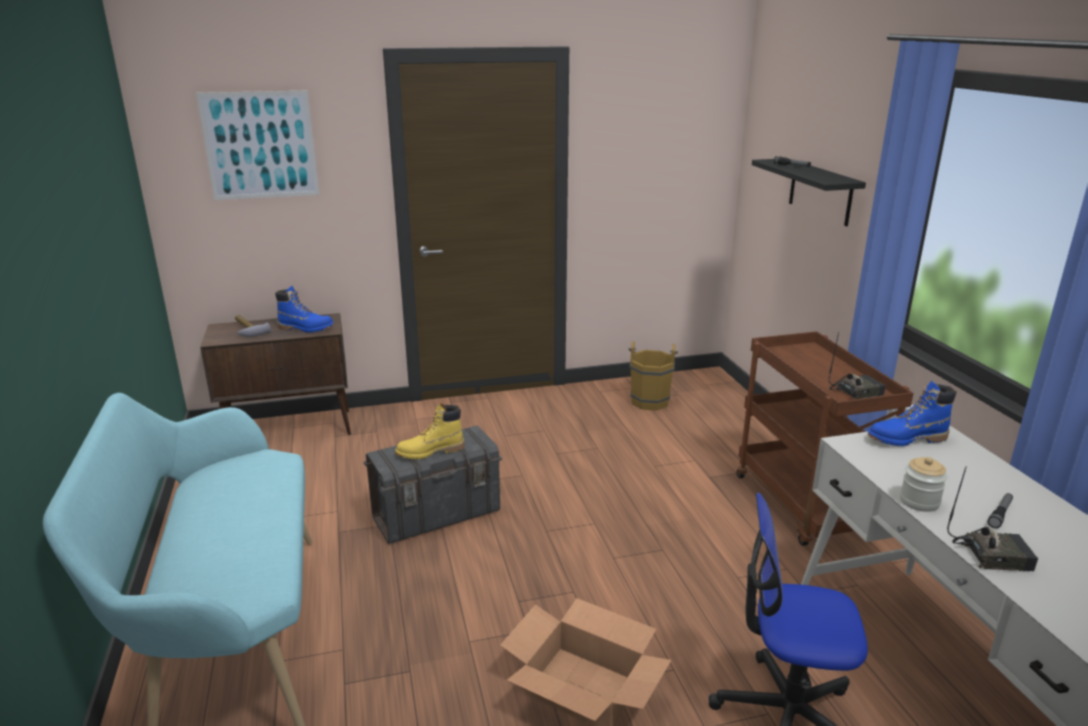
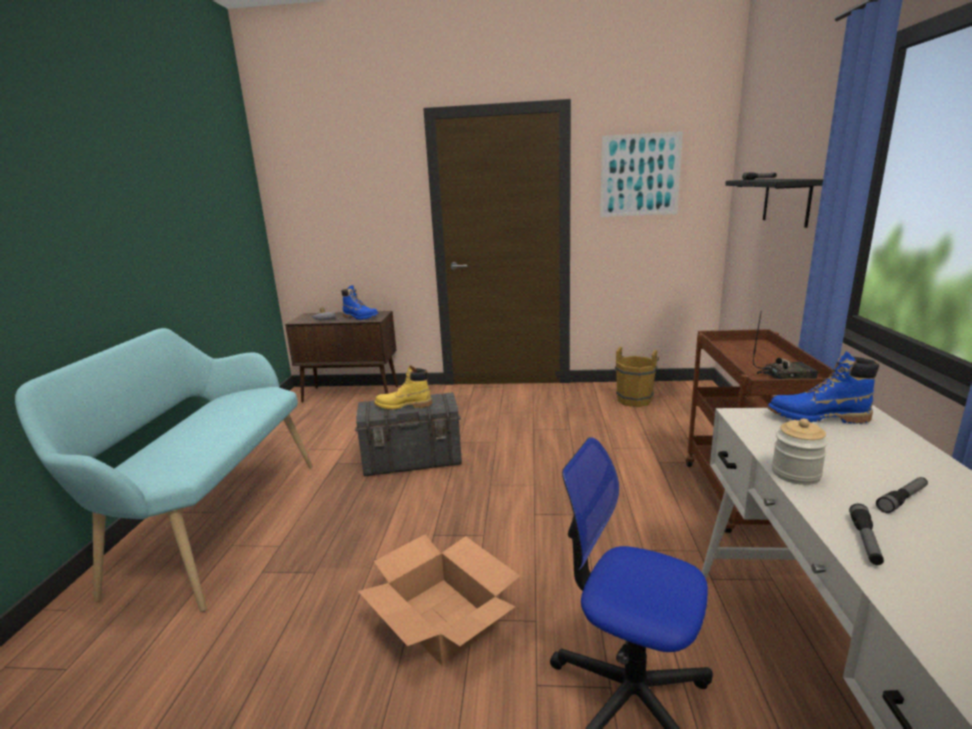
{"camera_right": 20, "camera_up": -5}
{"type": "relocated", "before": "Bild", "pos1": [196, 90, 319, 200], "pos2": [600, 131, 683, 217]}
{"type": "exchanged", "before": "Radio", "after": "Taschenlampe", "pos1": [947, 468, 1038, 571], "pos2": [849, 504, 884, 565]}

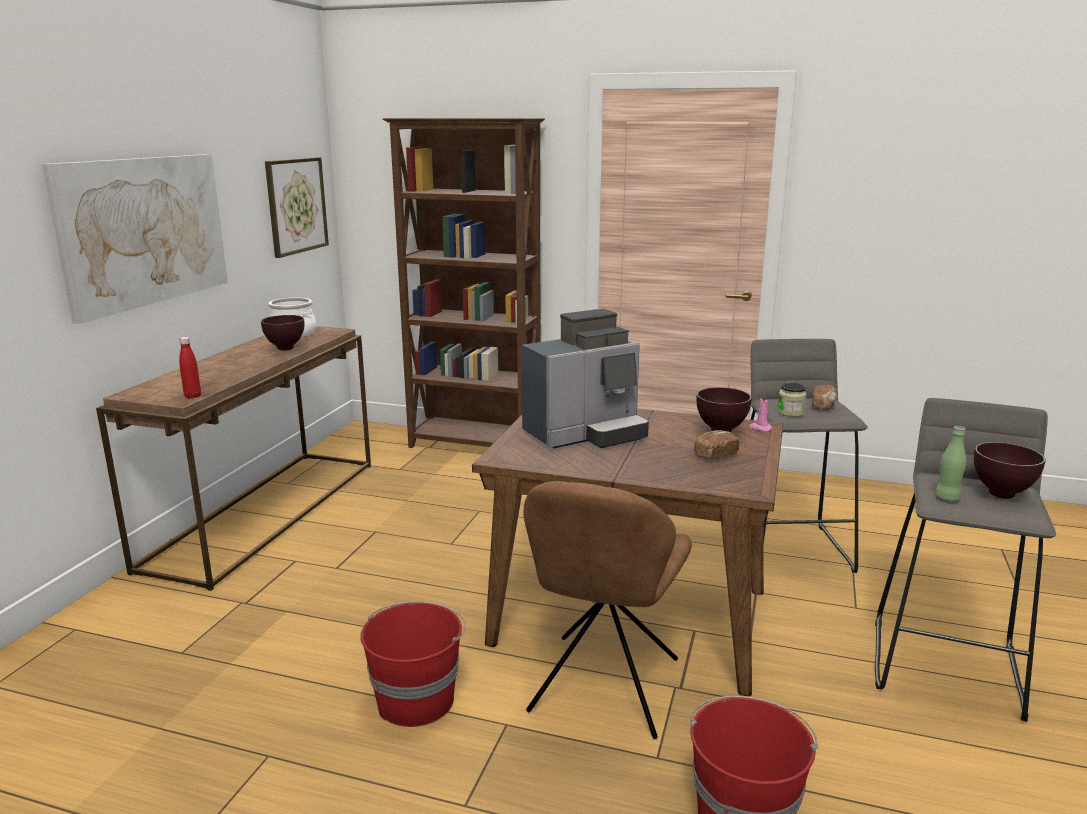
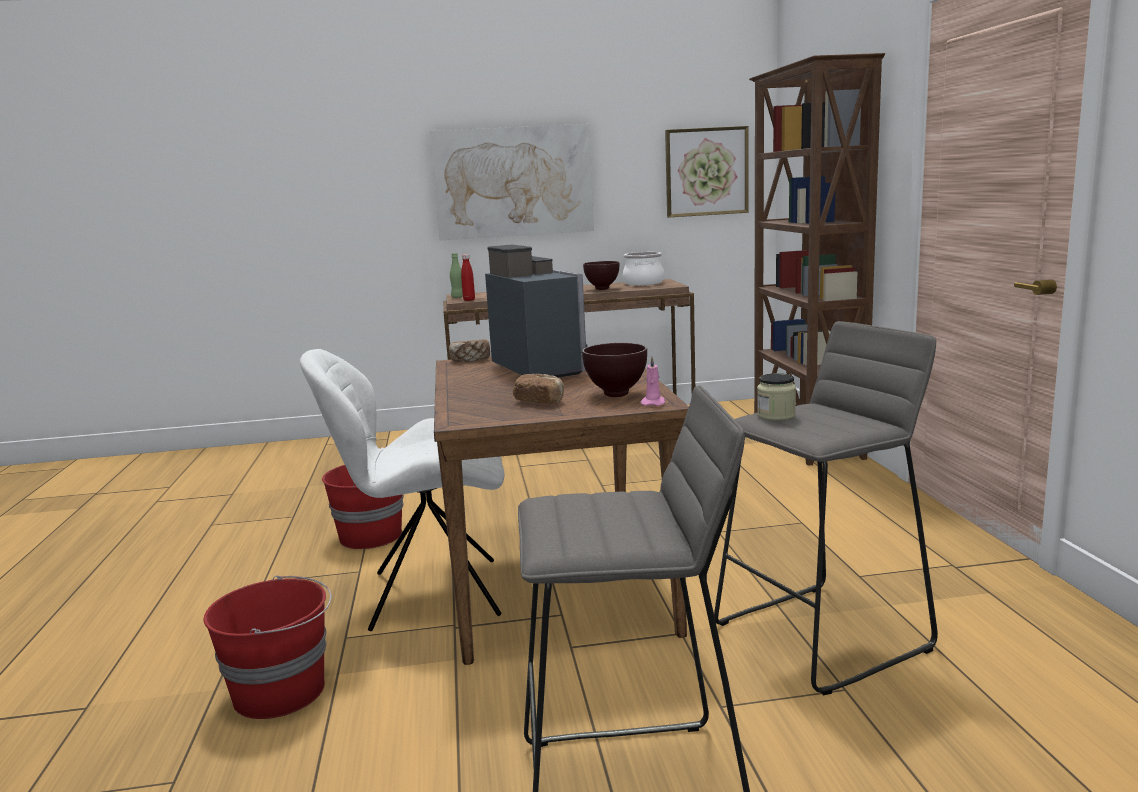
{"camera_right": 65, "camera_up": -5}
{"type": "spun", "before": "Kaffeemaschine", "pos1": [521, 309, 649, 448], "pos2": [485, 245, 587, 378], "turn": -150}
{"type": "relocated", "before": "Brot", "pos1": [812, 385, 838, 411], "pos2": [449, 339, 490, 362]}
{"type": "relocated", "before": "Flasche [grün]", "pos1": [935, 426, 966, 501], "pos2": [450, 253, 463, 298]}
{"type": "missing", "before": "Schüssel [braun]", "pos1": [974, 442, 1046, 499]}
{"type": "colour", "before": "Stuhl [braun]", "after": "Stuhl [weiß]", "pos1": [523, 481, 692, 739], "pos2": [300, 349, 504, 631]}

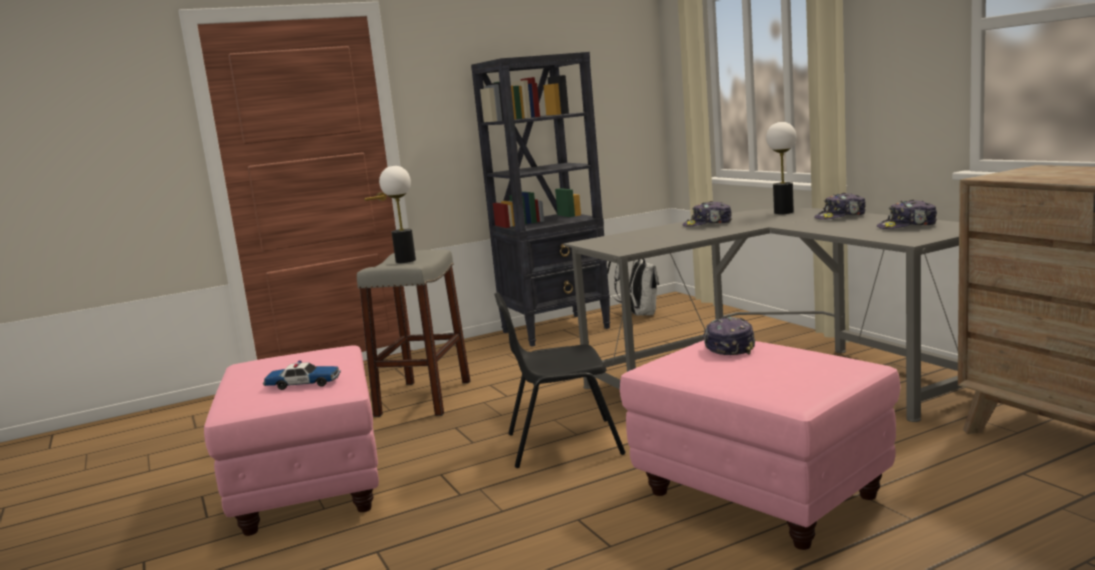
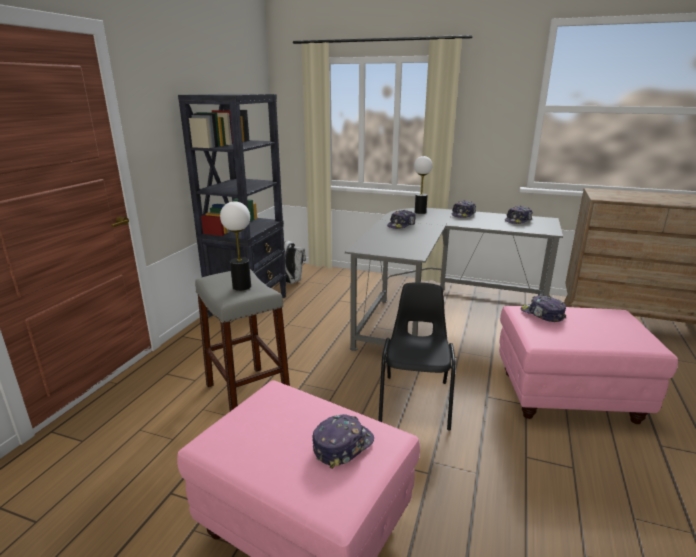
{"camera_right": -45, "camera_up": 10}
{"type": "spun", "before": "Stuhl [schwarz]", "pos1": [495, 292, 625, 468], "pos2": [378, 282, 456, 431], "turn": 150}
{"type": "exchanged", "before": "Spielzeugauto", "after": "Kappe", "pos1": [263, 360, 341, 390], "pos2": [312, 414, 374, 469]}

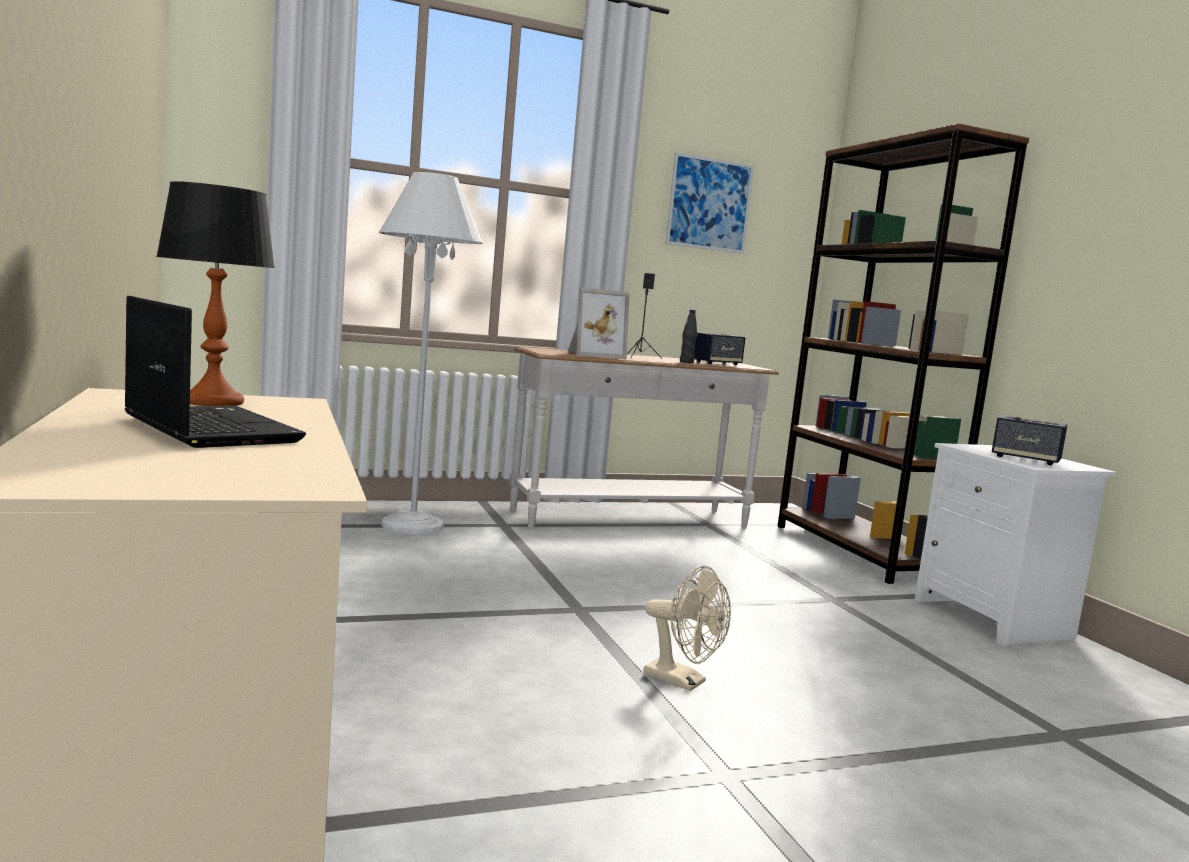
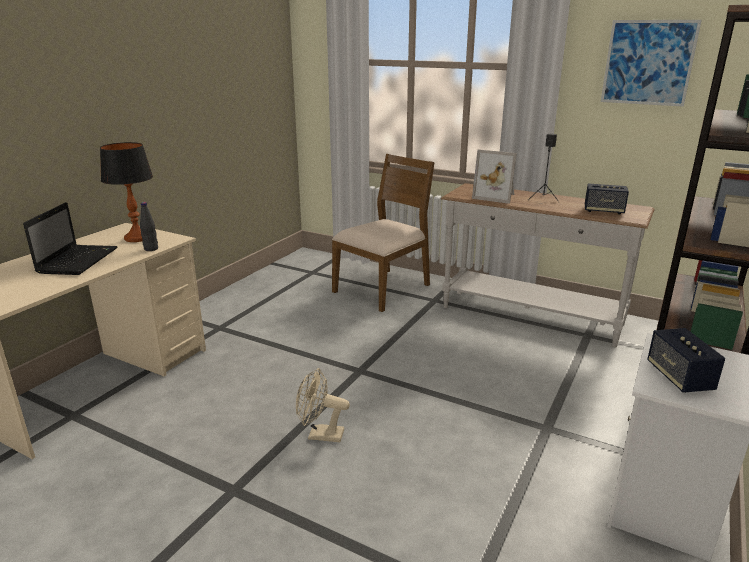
{"camera_right": 50, "camera_up": 15}
{"type": "exchanged", "before": "Stehlampe [weiß]", "after": "Stuhl [braun]", "pos1": [378, 172, 483, 534], "pos2": [332, 154, 435, 312]}
{"type": "relocated", "before": "Flasche [schwarz]", "pos1": [680, 310, 697, 363], "pos2": [140, 202, 158, 251]}
{"type": "spun", "before": "Ventilator [beige]", "pos1": [643, 565, 731, 691], "pos2": [296, 368, 350, 442], "turn": 105}

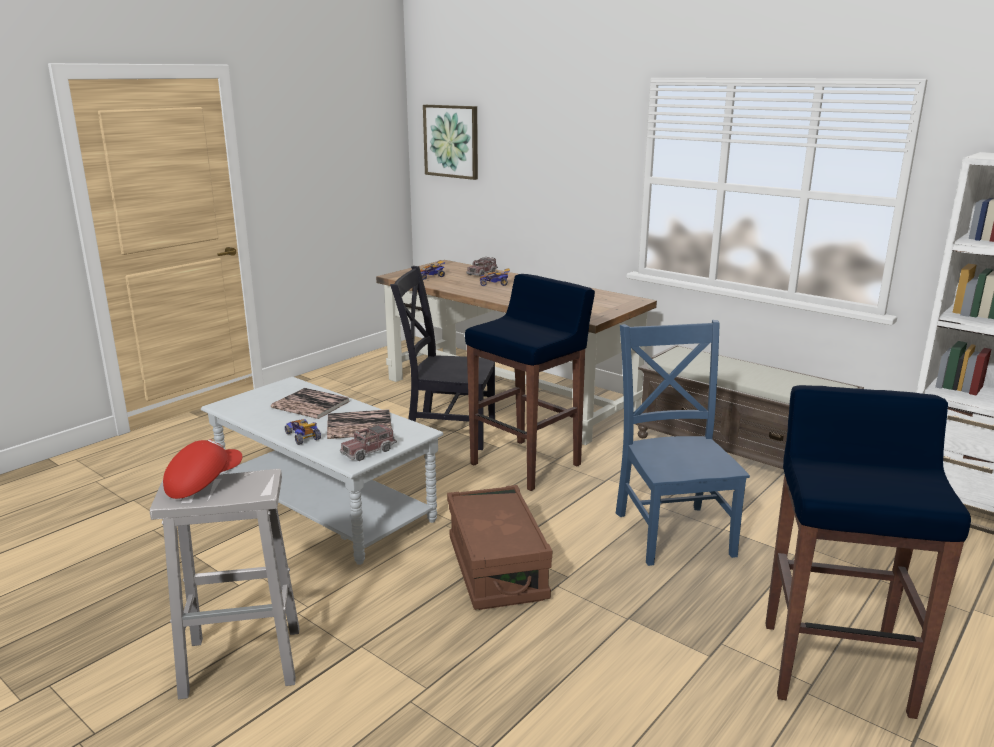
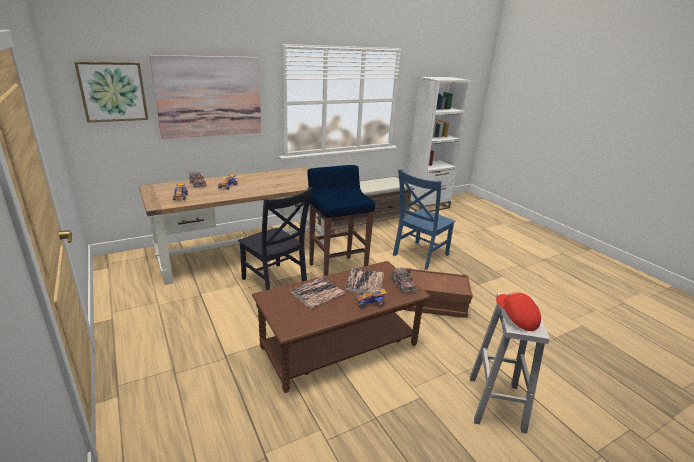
{"camera_right": -70, "camera_up": 5}
{"type": "spun", "before": "Stuhl [schwarz]", "pos1": [390, 266, 495, 450], "pos2": [238, 187, 313, 290], "turn": -75}
{"type": "spun", "before": "Stuhl [blau]", "pos1": [616, 320, 750, 566], "pos2": [393, 169, 455, 270], "turn": -60}
{"type": "colour", "before": "Couchtisch [grau]", "after": "Couchtisch [braun]", "pos1": [201, 377, 443, 565], "pos2": [252, 261, 430, 393]}
{"type": "missing", "before": "Hocker [blau]", "pos1": [766, 385, 971, 719]}
{"type": "appeared", "after": "Bild", "pos2": [149, 55, 261, 139]}

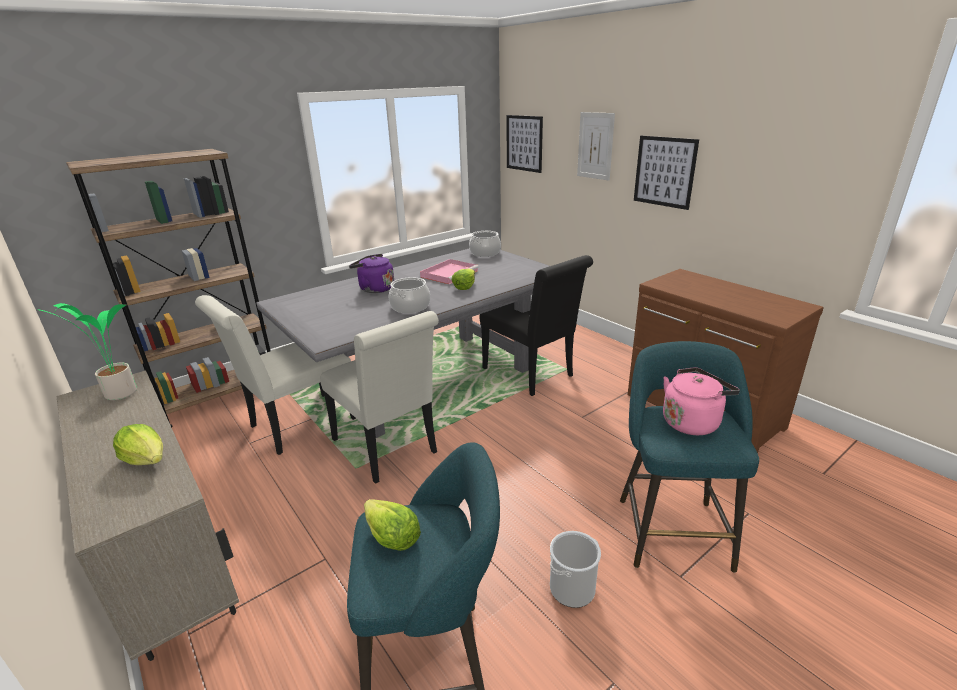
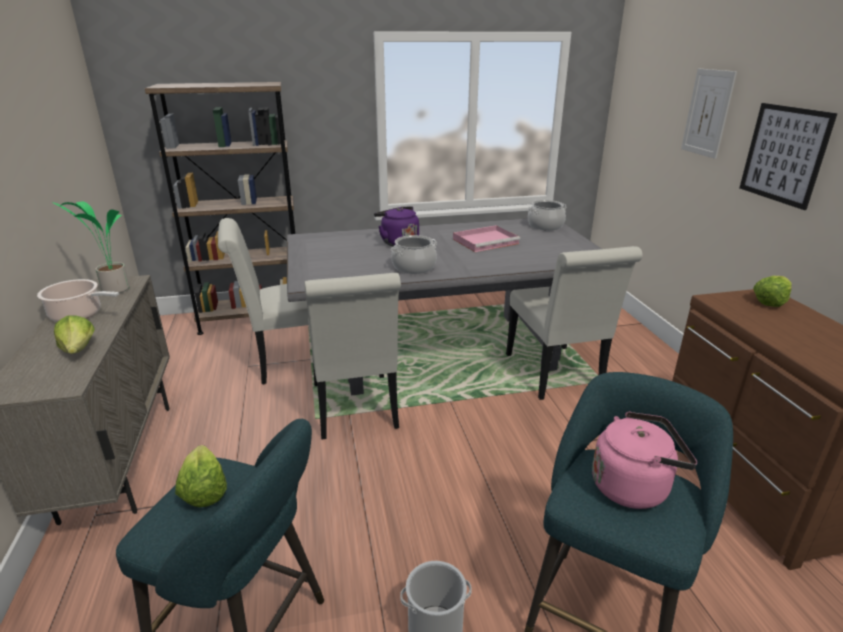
{"camera_right": 25, "camera_up": 0}
{"type": "missing", "before": "Bild", "pos1": [506, 115, 543, 173]}
{"type": "colour", "before": "Stuhl [schwarz]", "after": "Stuhl [weiß]", "pos1": [480, 255, 593, 396], "pos2": [506, 246, 643, 400]}
{"type": "relocated", "before": "Salatkopf", "pos1": [452, 269, 475, 290], "pos2": [753, 276, 791, 307]}
{"type": "appeared", "after": "Kochtopf", "pos2": [37, 279, 119, 322]}

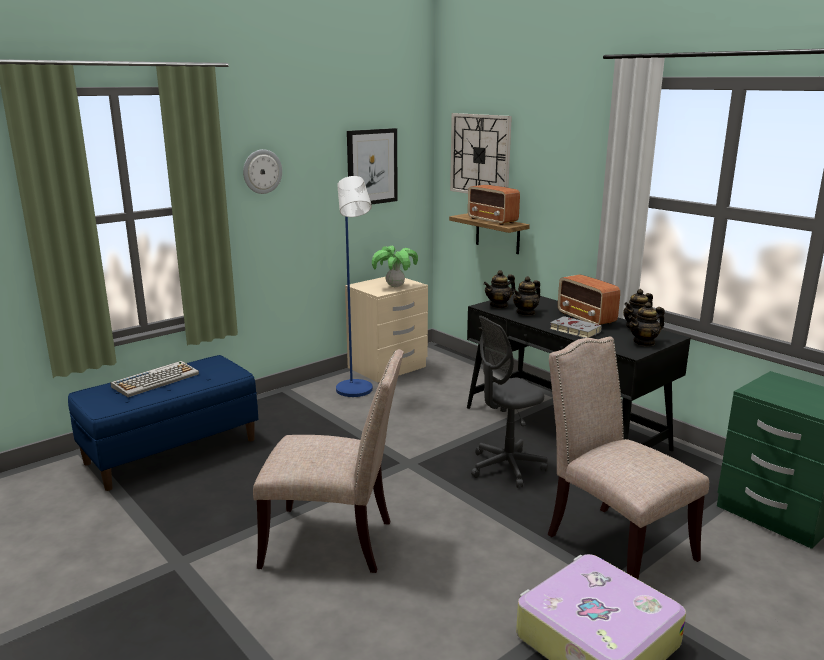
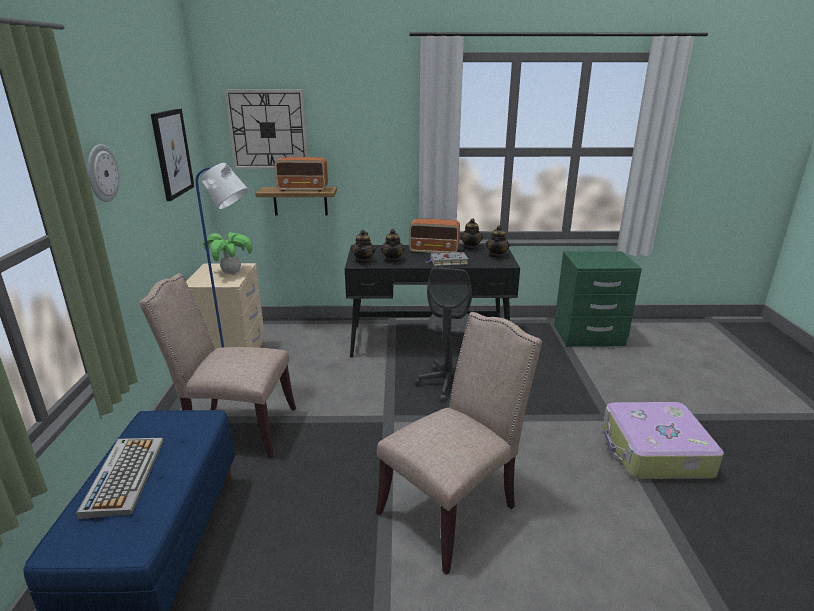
{"camera_right": -50, "camera_up": 5}
{"type": "relocated", "before": "Stuhl [beige]", "pos1": [548, 337, 709, 579], "pos2": [140, 273, 296, 458]}

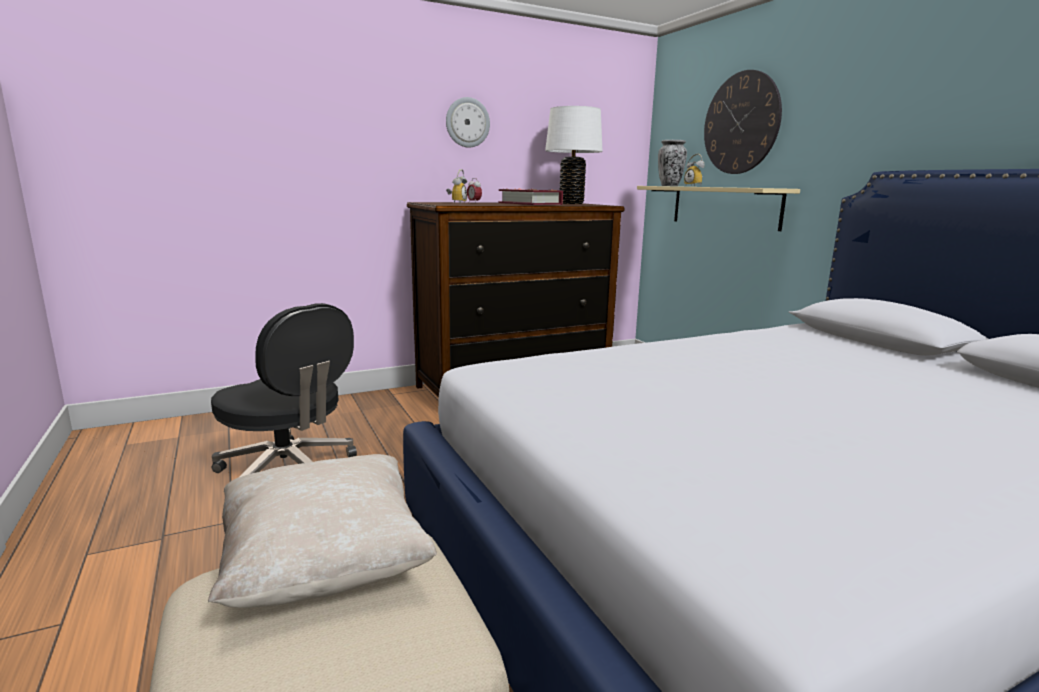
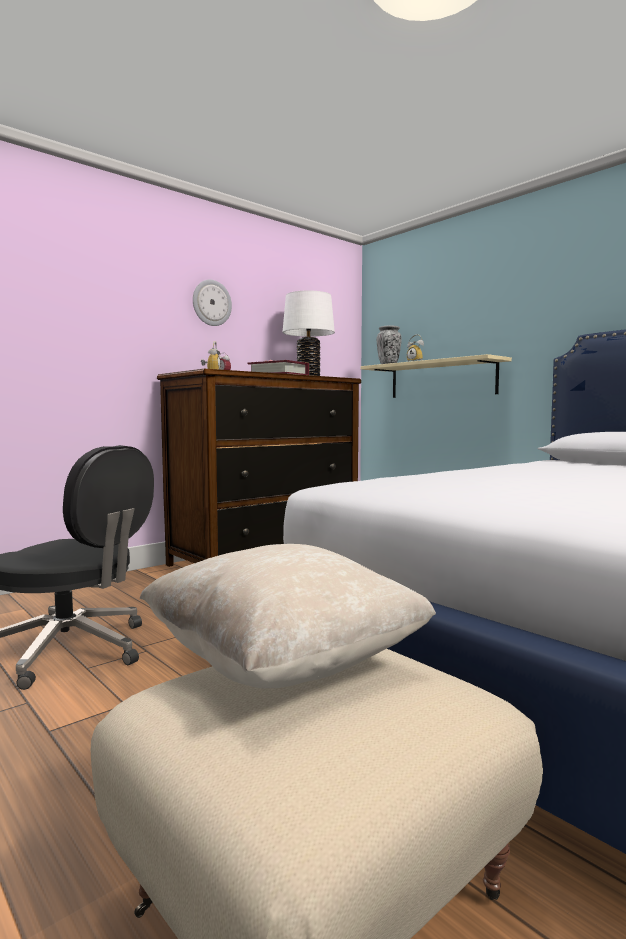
{"camera_right": -15, "camera_up": -10}
{"type": "missing", "before": "Wanduhr", "pos1": [704, 70, 782, 174]}

